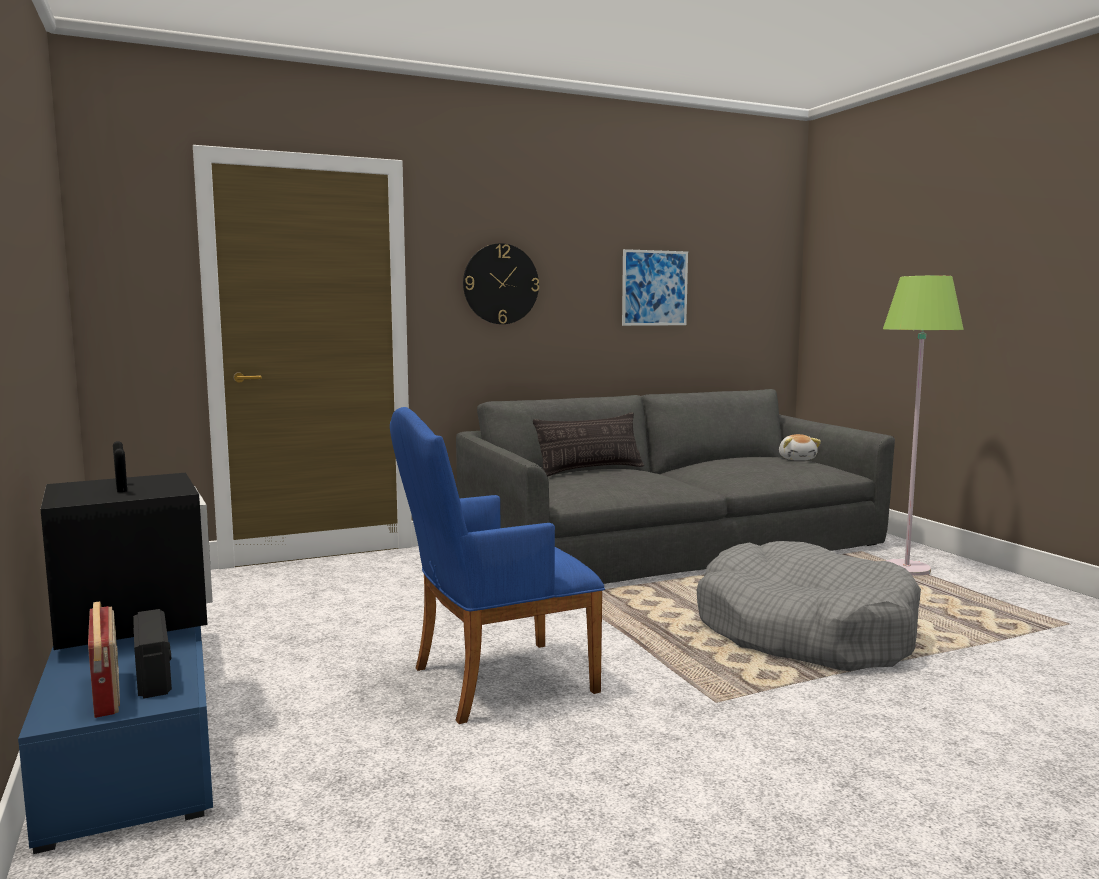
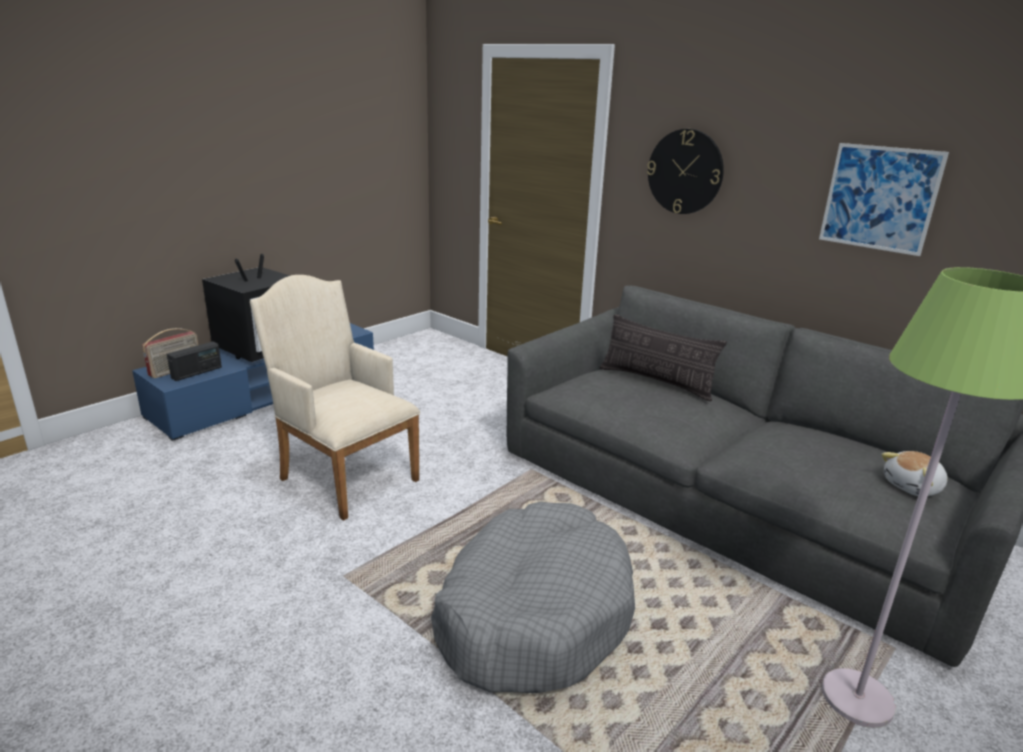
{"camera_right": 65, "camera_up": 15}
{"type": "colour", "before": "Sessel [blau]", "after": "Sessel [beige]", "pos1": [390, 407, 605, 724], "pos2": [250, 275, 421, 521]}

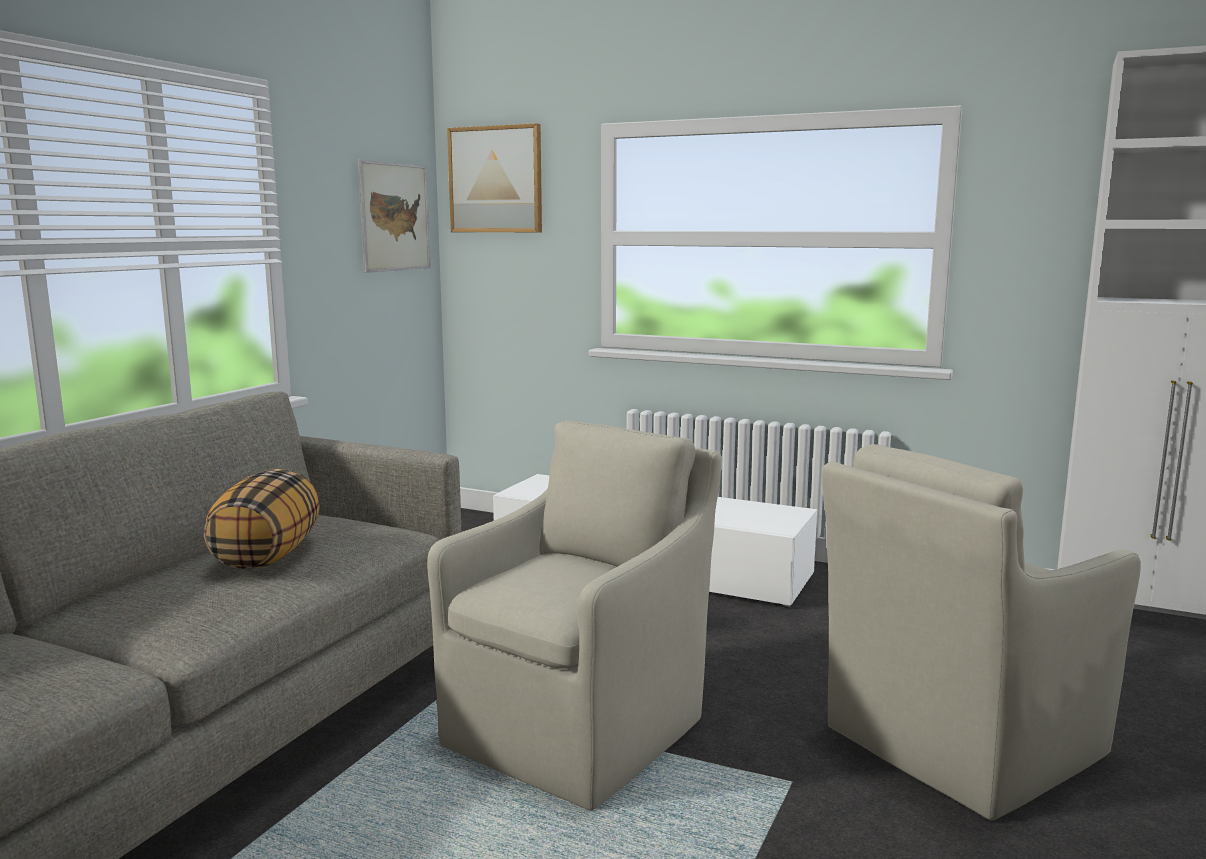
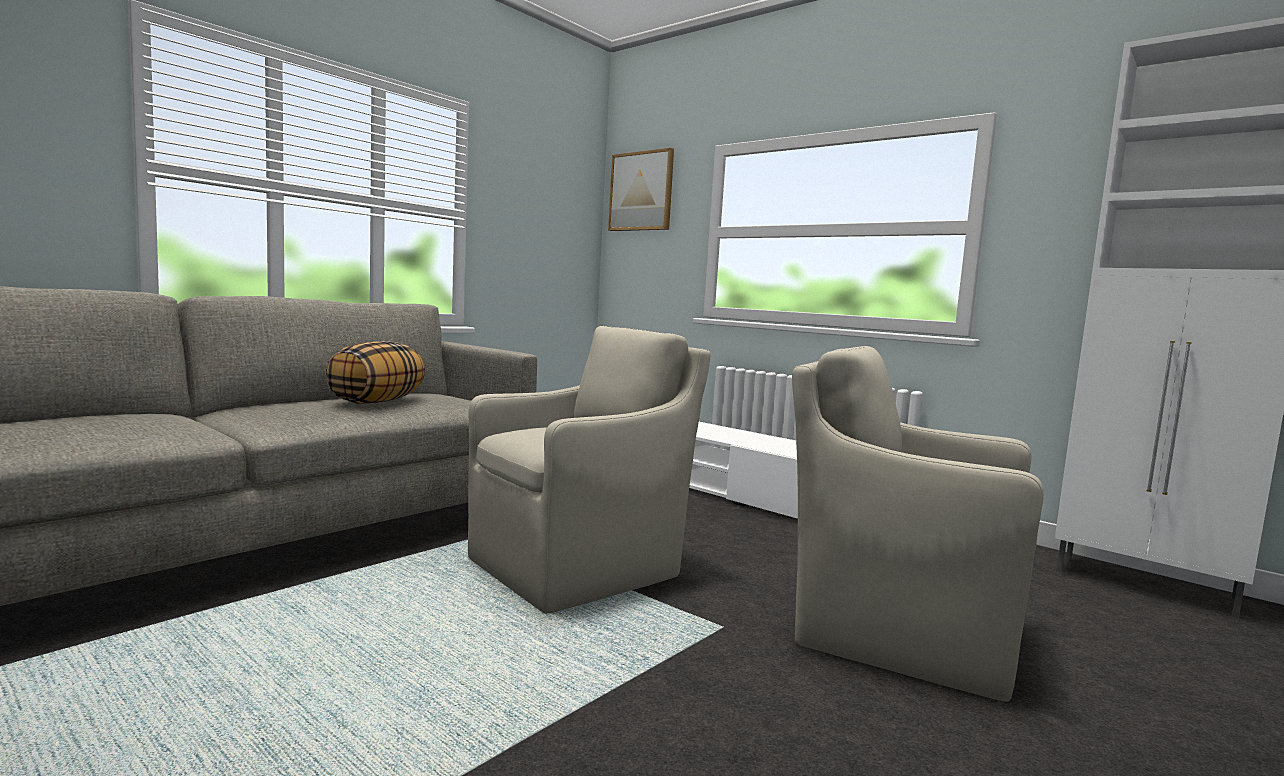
{"camera_right": 15, "camera_up": -5}
{"type": "missing", "before": "Bild", "pos1": [358, 159, 431, 273]}
{"type": "spun", "before": "Sessel [beige]", "pos1": [822, 444, 1141, 820], "pos2": [792, 346, 1044, 702], "turn": 45}

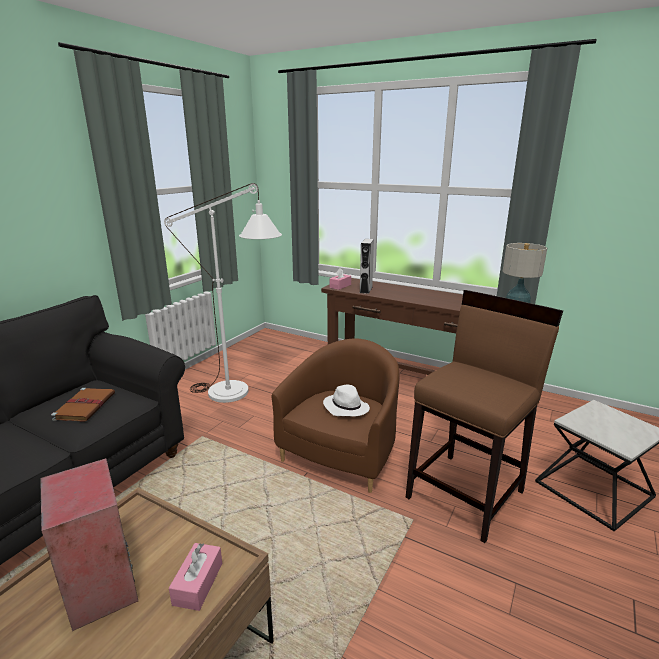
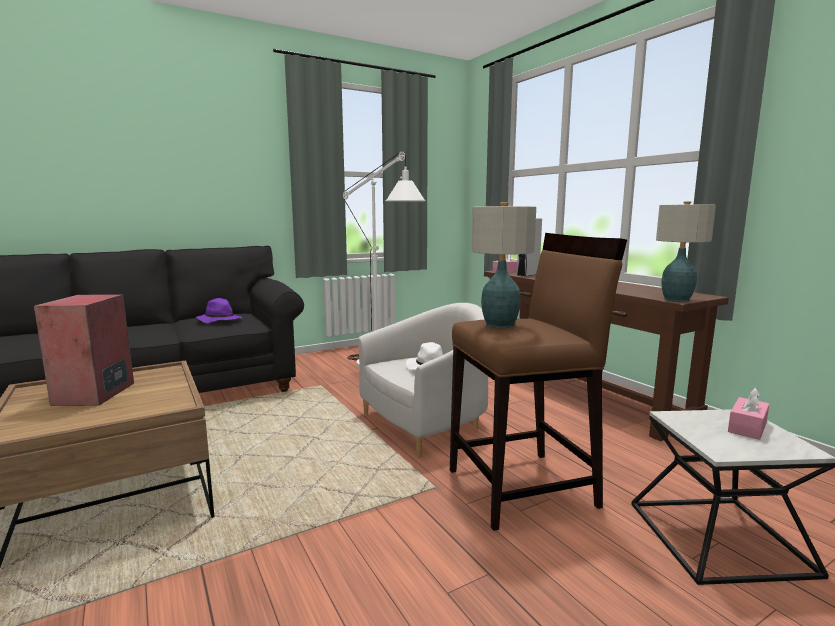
{"camera_right": 30, "camera_up": -10}
{"type": "colour", "before": "Sessel [braun]", "after": "Sessel [weiß]", "pos1": [272, 339, 399, 493], "pos2": [358, 303, 488, 457]}
{"type": "exchanged", "before": "Buch [braun]", "after": "Hut [lila]", "pos1": [51, 388, 115, 422], "pos2": [196, 298, 242, 323]}
{"type": "relocated", "before": "Taschentuchbox [rosa]", "pos1": [169, 543, 222, 611], "pos2": [728, 388, 769, 440]}
{"type": "appeared", "after": "Tischlampe", "pos2": [472, 202, 536, 328]}

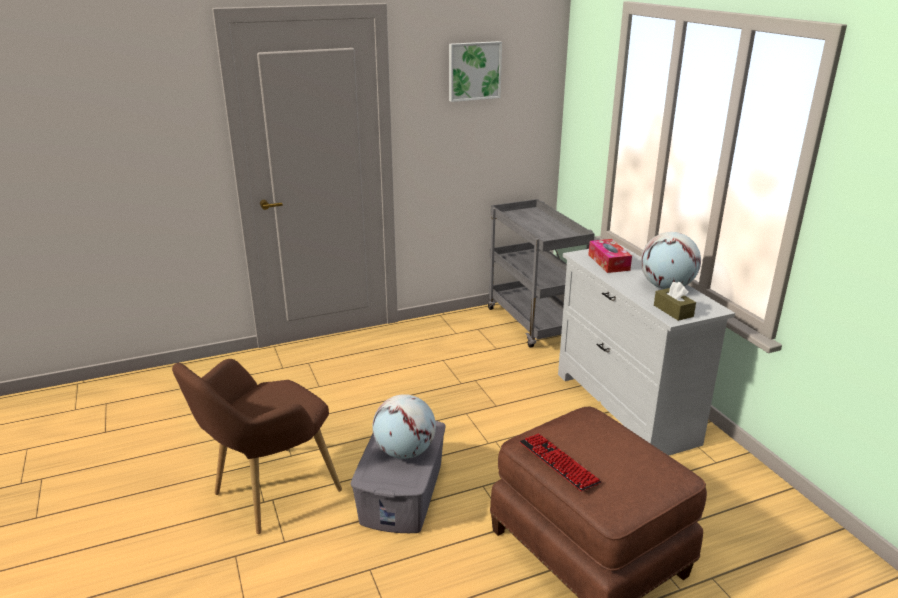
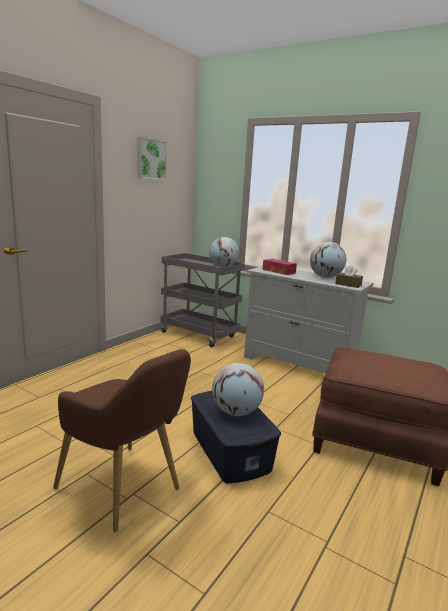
{"camera_right": -35, "camera_up": -10}
{"type": "spun", "before": "Sessel [braun]", "pos1": [172, 359, 342, 534], "pos2": [53, 349, 191, 532], "turn": -60}
{"type": "colour", "before": "Aufbewahrungsbox [grau]", "after": "Aufbewahrungsbox [blau]", "pos1": [350, 421, 446, 533], "pos2": [191, 391, 281, 483]}
{"type": "missing", "before": "Tastatur", "pos1": [520, 433, 601, 491]}
{"type": "appeared", "after": "Globus", "pos2": [209, 237, 240, 268]}

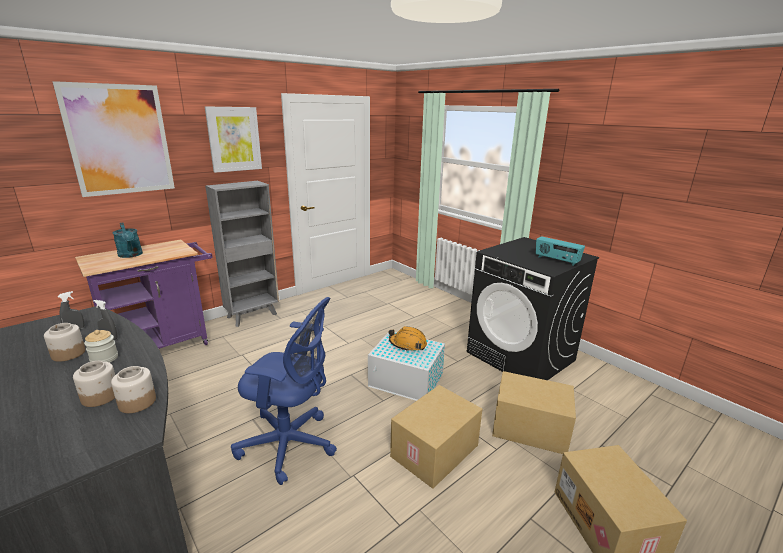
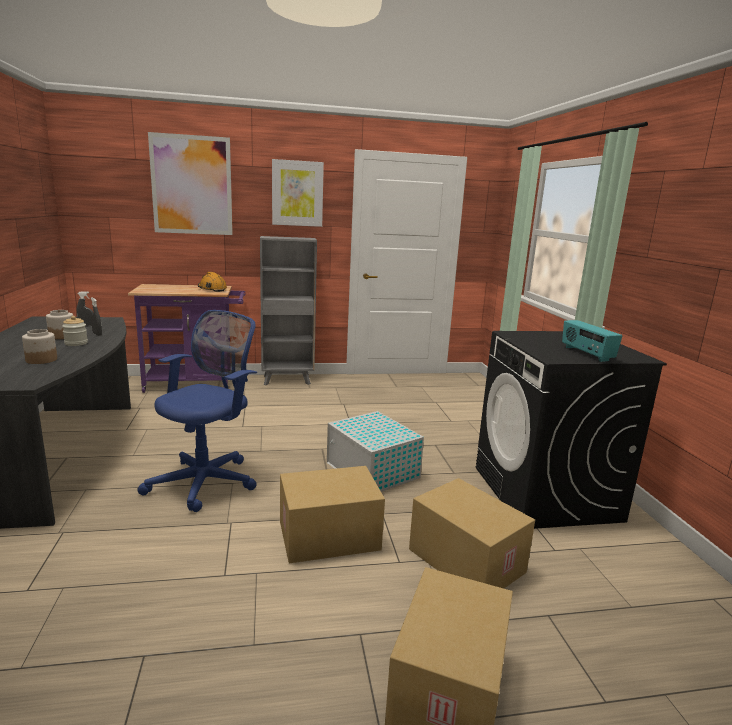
{"camera_right": 30, "camera_up": -5}
{"type": "missing", "before": "Gießkanne [türkis]", "pos1": [113, 223, 143, 258]}
{"type": "spun", "before": "Bürostuhl [blau]", "pos1": [231, 297, 337, 485], "pos2": [137, 310, 257, 512], "turn": -105}
{"type": "relocated", "before": "Schutzhelm [orange]", "pos1": [388, 326, 427, 351], "pos2": [198, 272, 227, 292]}
{"type": "missing", "before": "Vorratsglas", "pos1": [111, 366, 156, 413]}

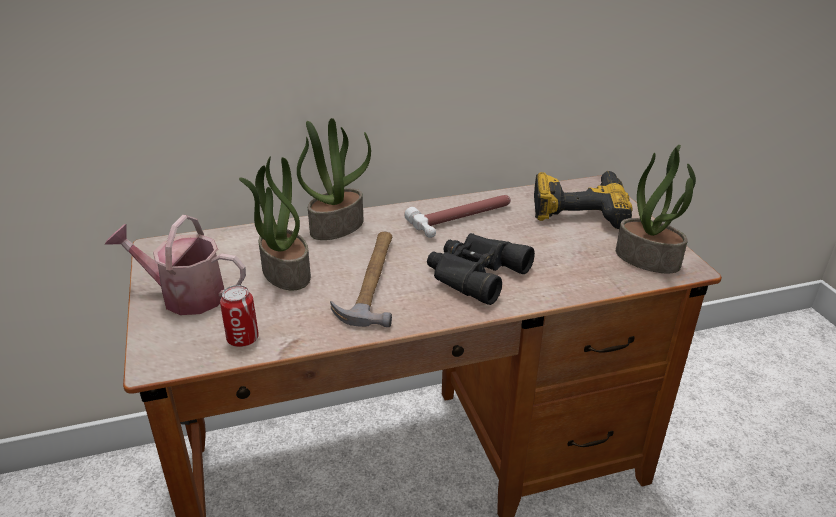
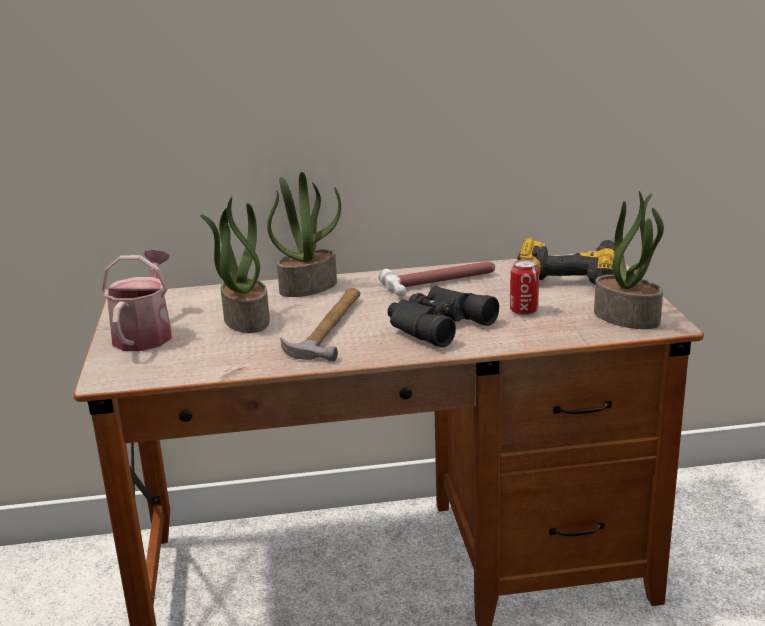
{"camera_right": 10, "camera_up": -10}
{"type": "spun", "before": "Gießkanne", "pos1": [105, 215, 246, 315], "pos2": [101, 249, 172, 351], "turn": 75}
{"type": "relocated", "before": "Dose", "pos1": [220, 285, 259, 347], "pos2": [510, 259, 539, 315]}

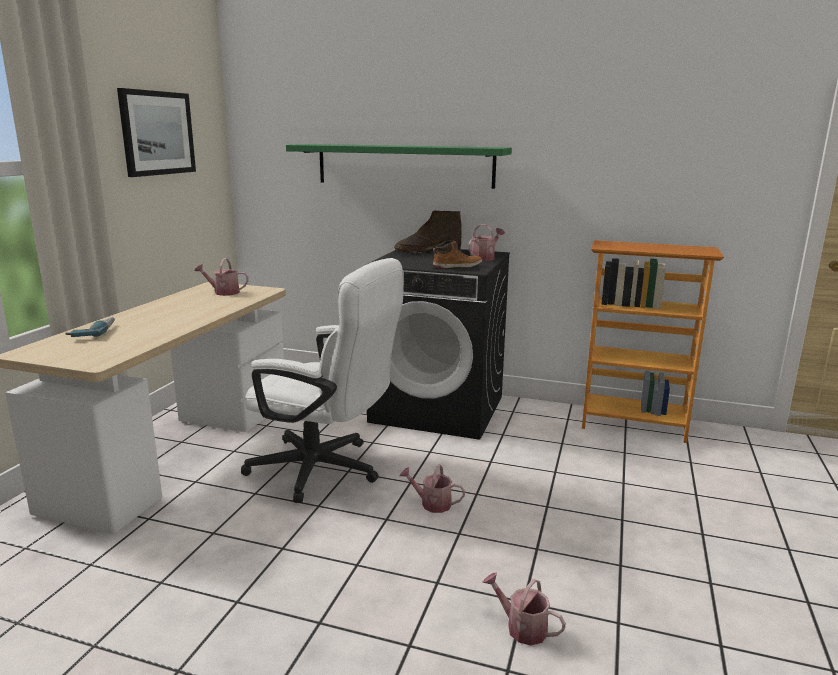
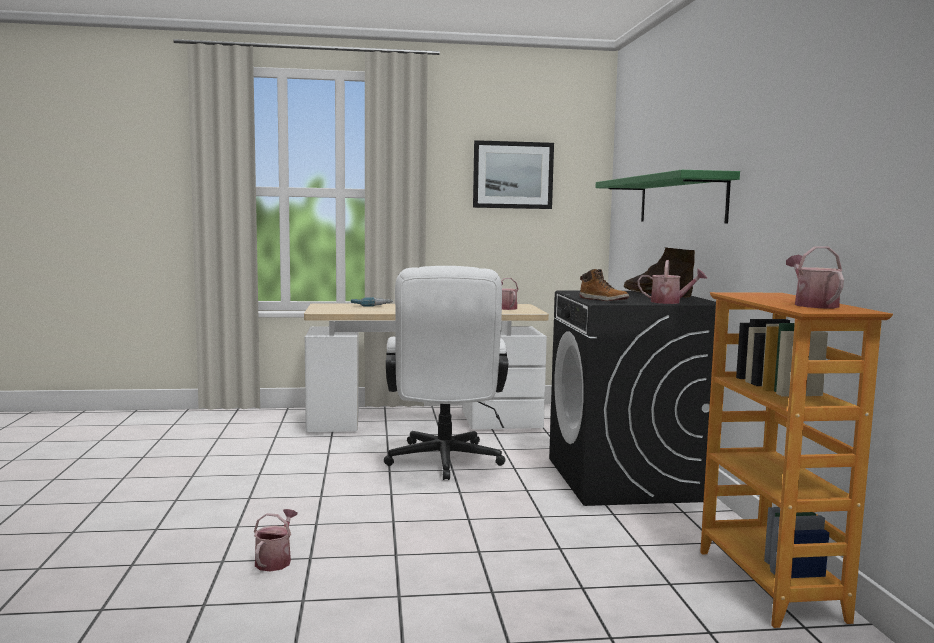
{"camera_right": 65, "camera_up": -10}
{"type": "relocated", "before": "Gießkanne", "pos1": [399, 464, 465, 513], "pos2": [786, 246, 844, 308]}

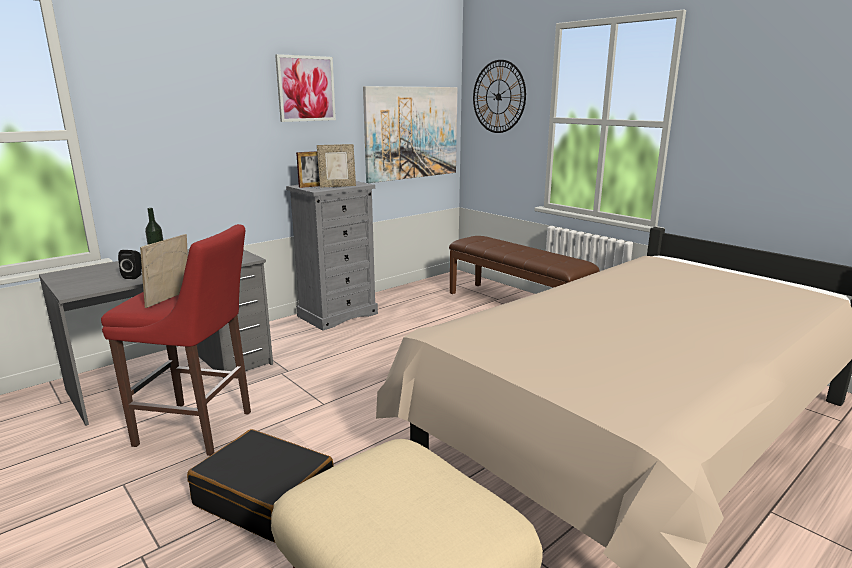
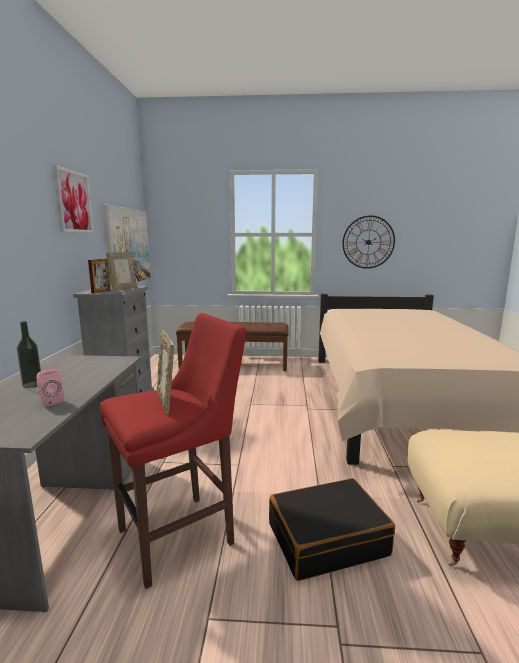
{"camera_right": -45, "camera_up": -5}
{"type": "relocated", "before": "Wanduhr", "pos1": [473, 60, 526, 133], "pos2": [342, 215, 395, 269]}
{"type": "colour", "before": "Lautsprecher [schwarz]", "after": "Lautsprecher [rosa]", "pos1": [118, 250, 142, 279], "pos2": [36, 368, 64, 406]}

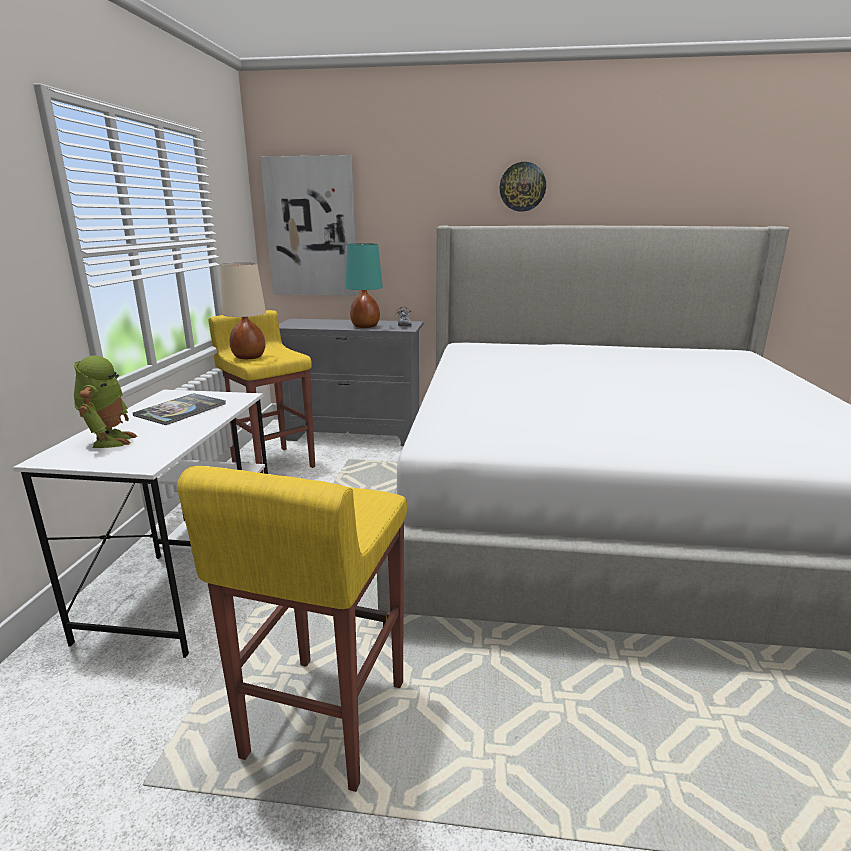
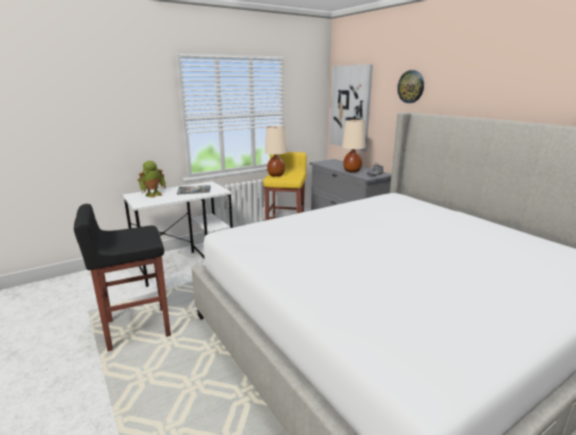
{"camera_right": 50, "camera_up": 0}
{"type": "relocated", "before": "Wanduhr", "pos1": [500, 162, 546, 212], "pos2": [397, 70, 424, 103]}
{"type": "colour", "before": "Tischlampe [türkis]", "after": "Tischlampe [beige]", "pos1": [346, 243, 383, 328], "pos2": [342, 120, 365, 172]}
{"type": "colour", "before": "Hocker [gelb]", "after": "Hocker [schwarz]", "pos1": [177, 466, 407, 792], "pos2": [74, 204, 171, 351]}

